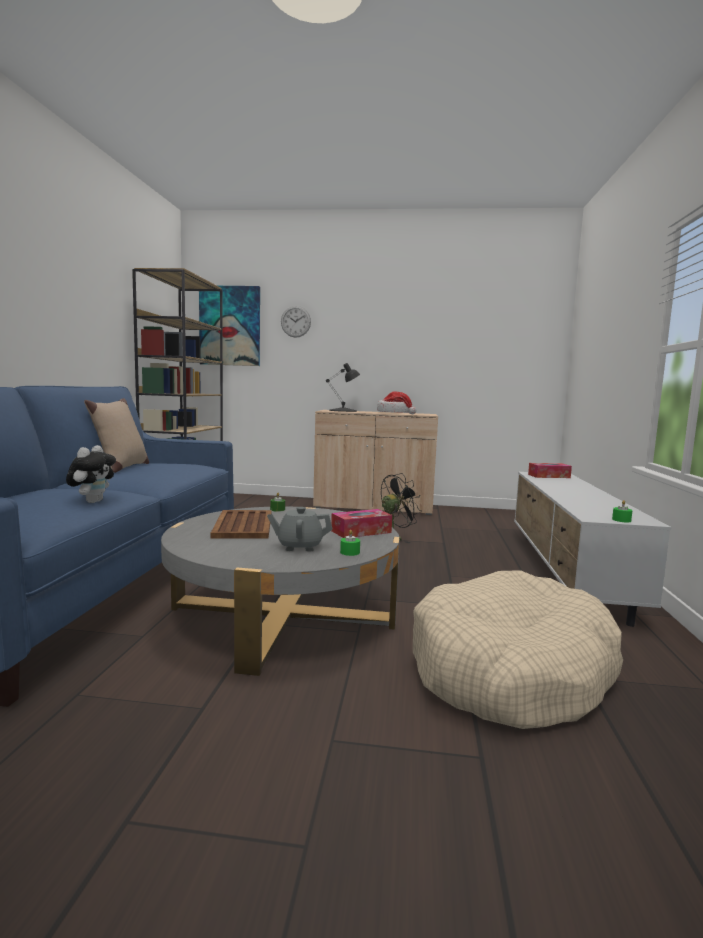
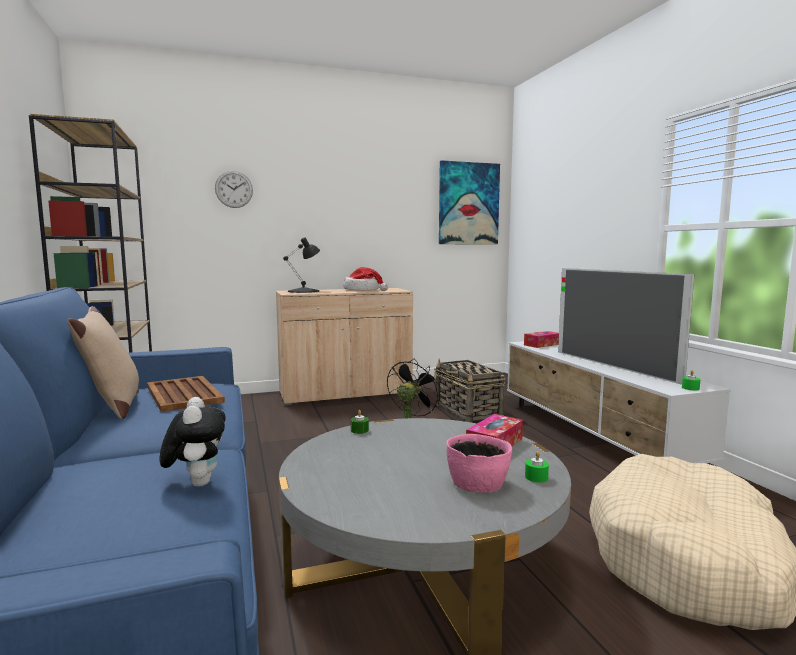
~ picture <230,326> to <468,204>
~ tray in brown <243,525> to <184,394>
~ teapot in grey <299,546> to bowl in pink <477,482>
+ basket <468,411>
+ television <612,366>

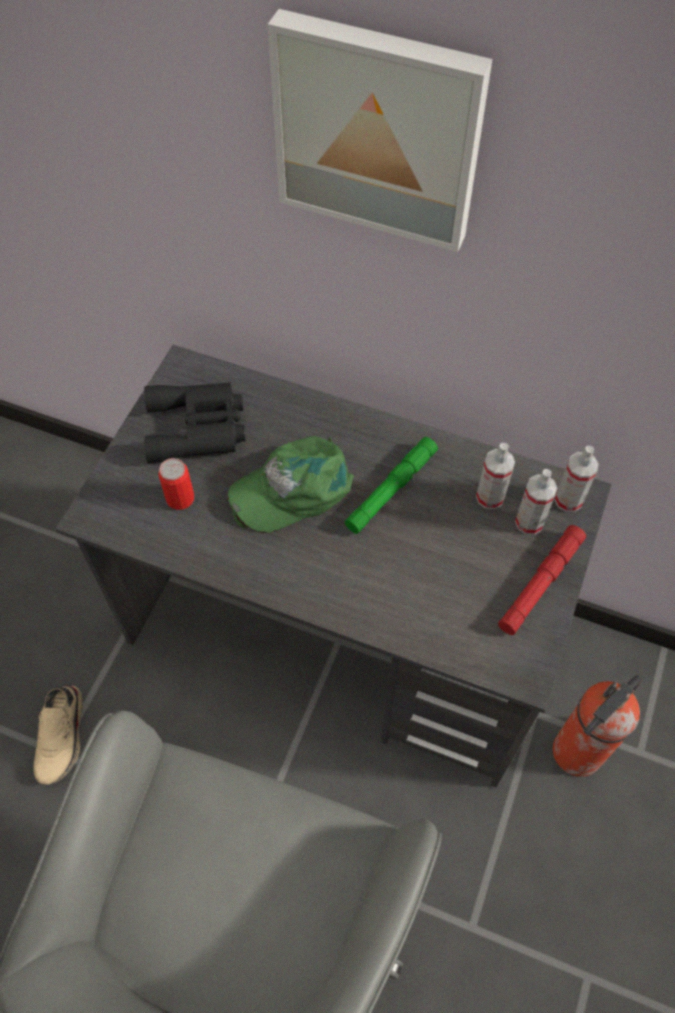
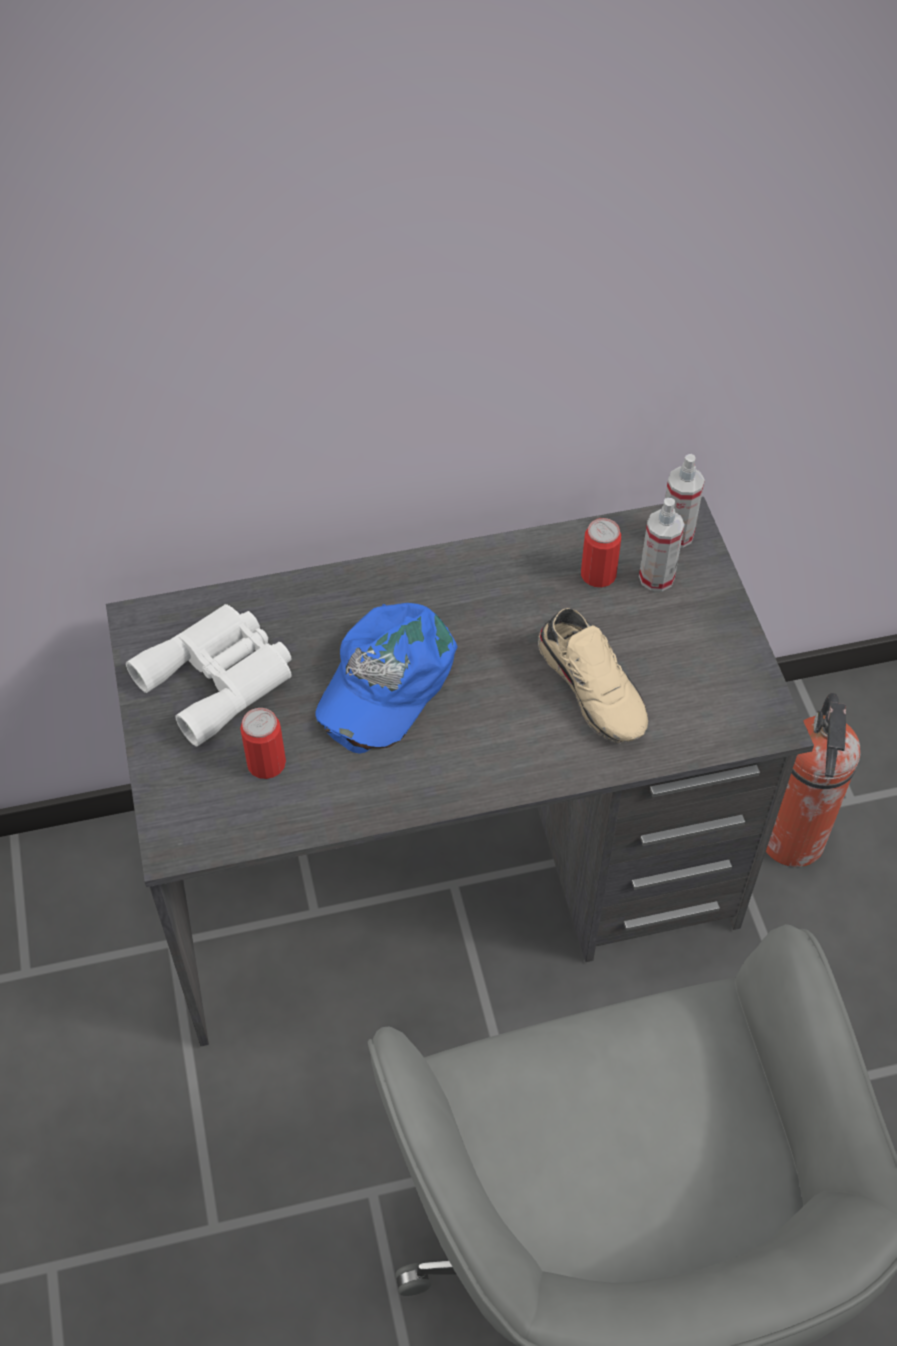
~ shoe in beige <63,737> to <595,688>
~ binoculars in black <199,428> to binoculars in white <220,677>
~ cap in green <293,488> to cap in blue <385,681>
- picture <378,130>
- flashlight in green <391,489>
~ spray bottle <490,497> to can <598,575>
- flashlight in red <540,583>

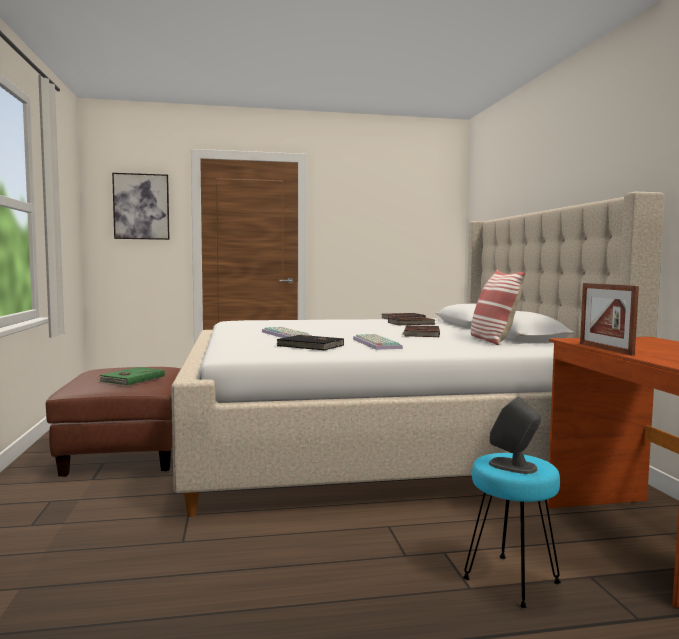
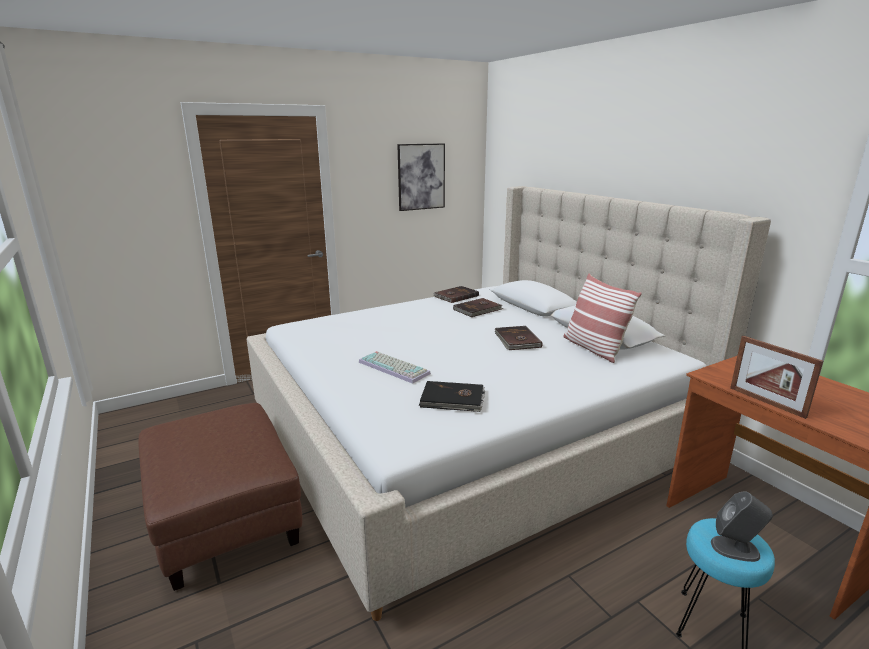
- book in green <131,378>
~ picture <141,206> to <421,177>
- keyboard <374,343>

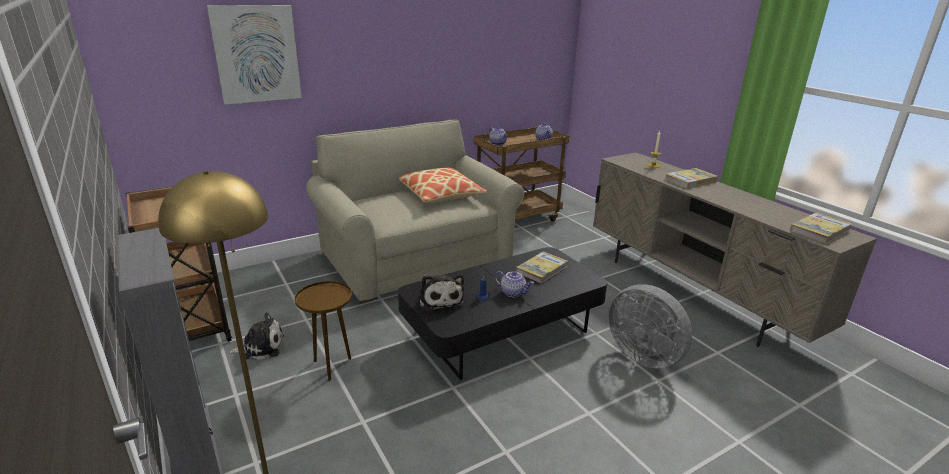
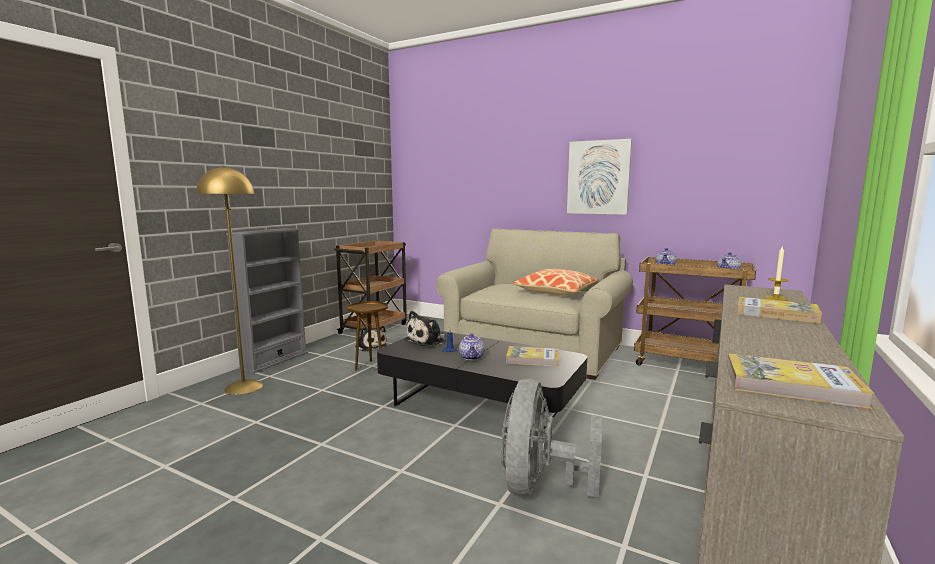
~ picture <256,54> to <598,177>

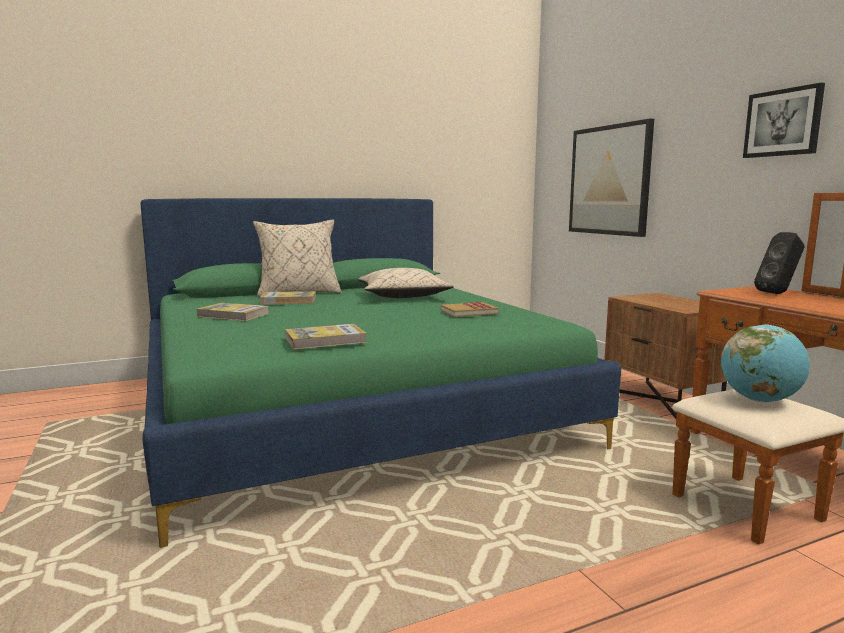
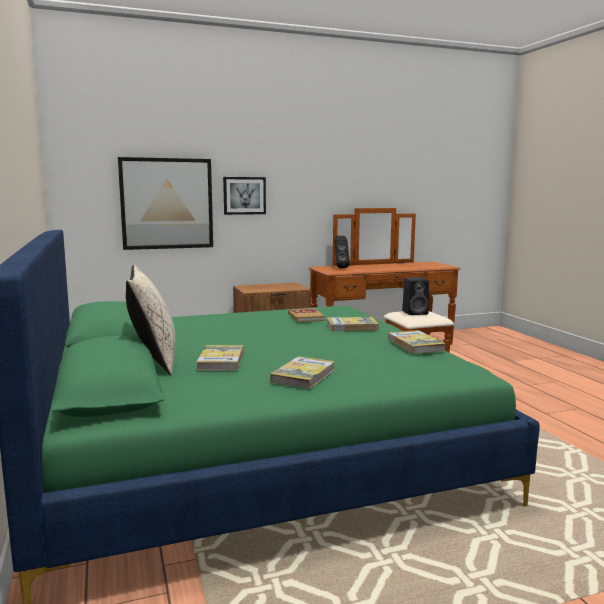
- pillow in beige <403,296>
~ globe <760,400> to speaker in black <415,313>
~ picture <783,123> to <244,195>
+ book <352,327>

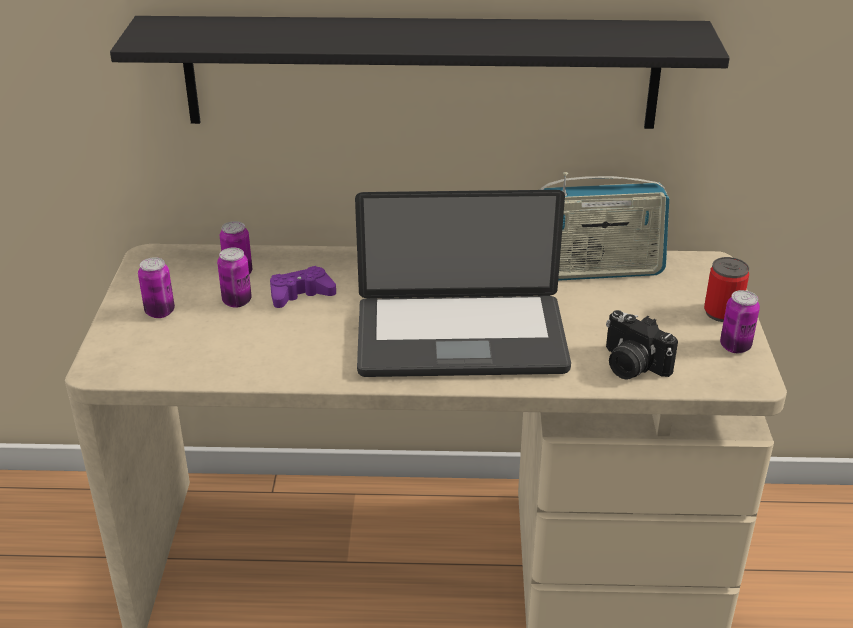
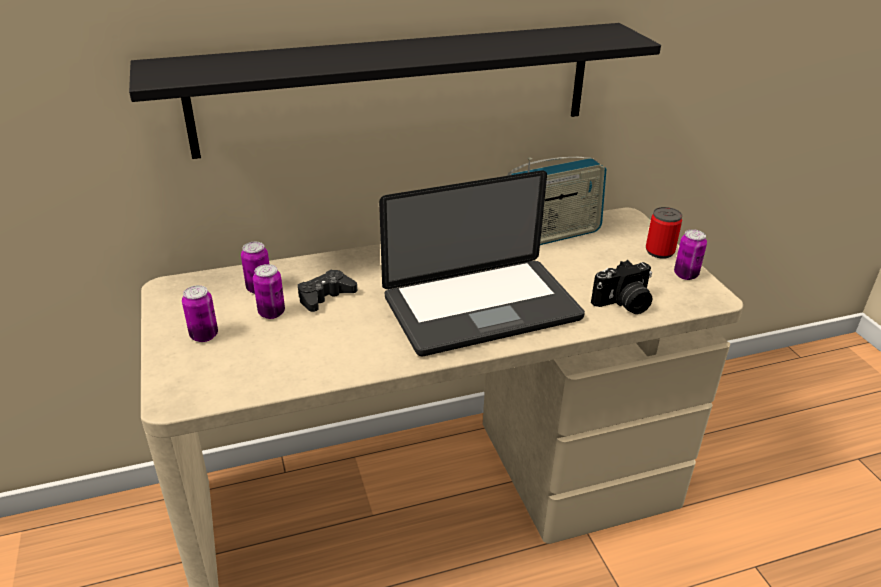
~ game controller in purple <300,294> to game controller in black <325,296>
~ photo camera <631,366> = <624,304> 45 degrees counterclockwise

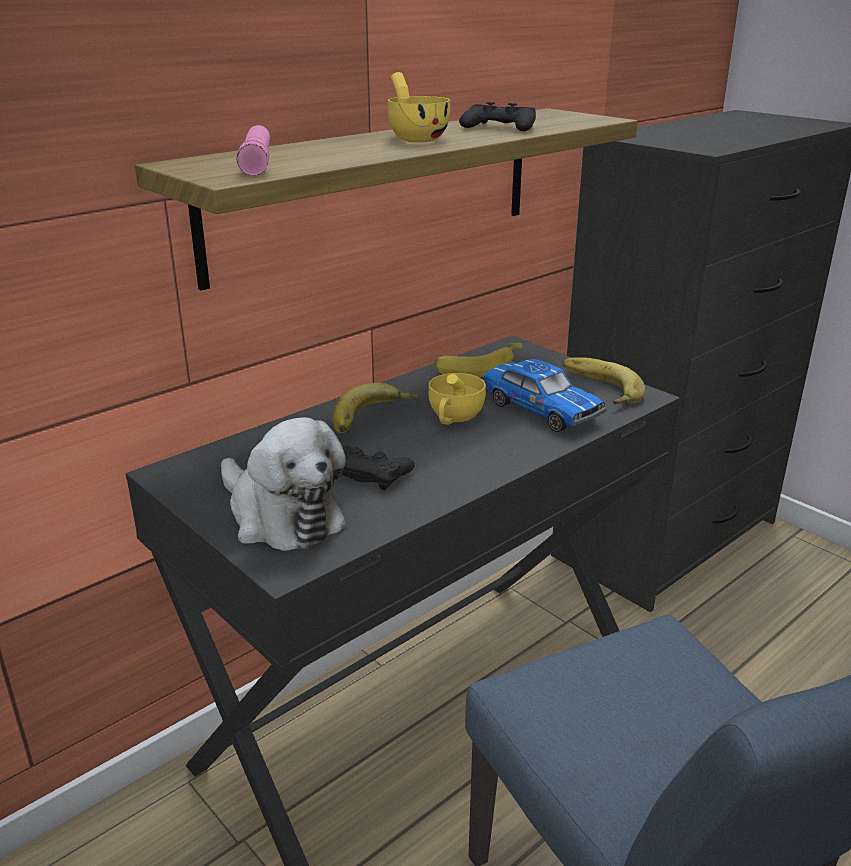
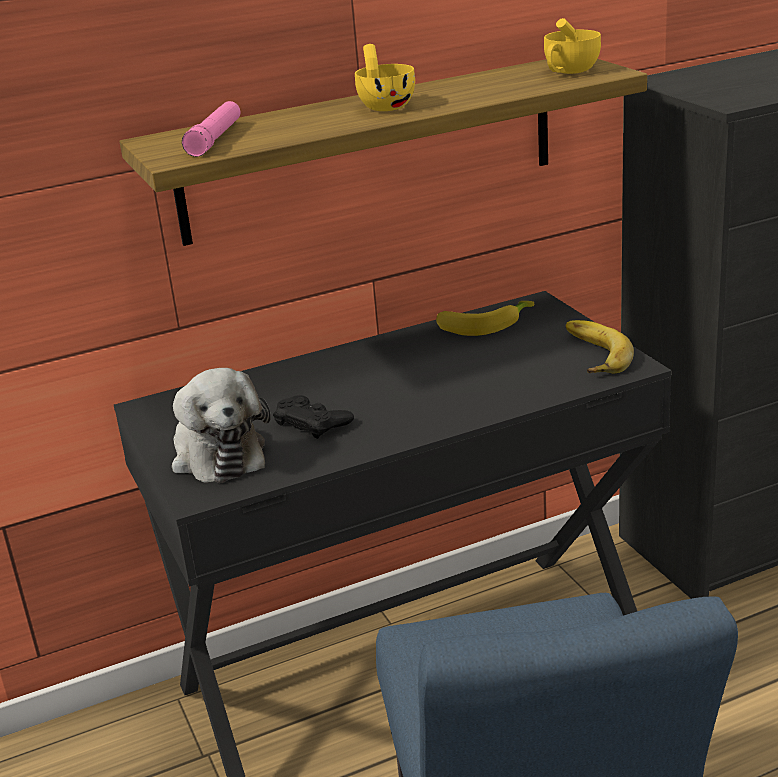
- banana <373,417>
~ cup in yellow <454,418> to <568,72>
- game controller in black <499,128>
- toy car <540,409>

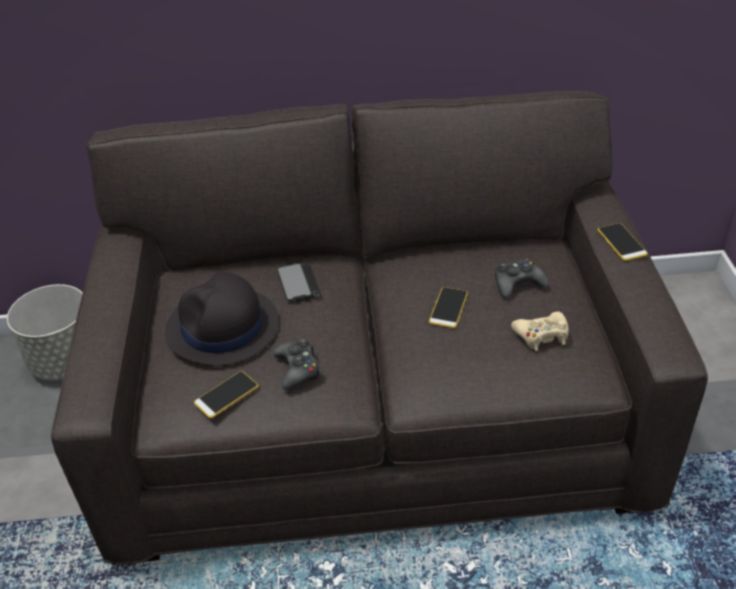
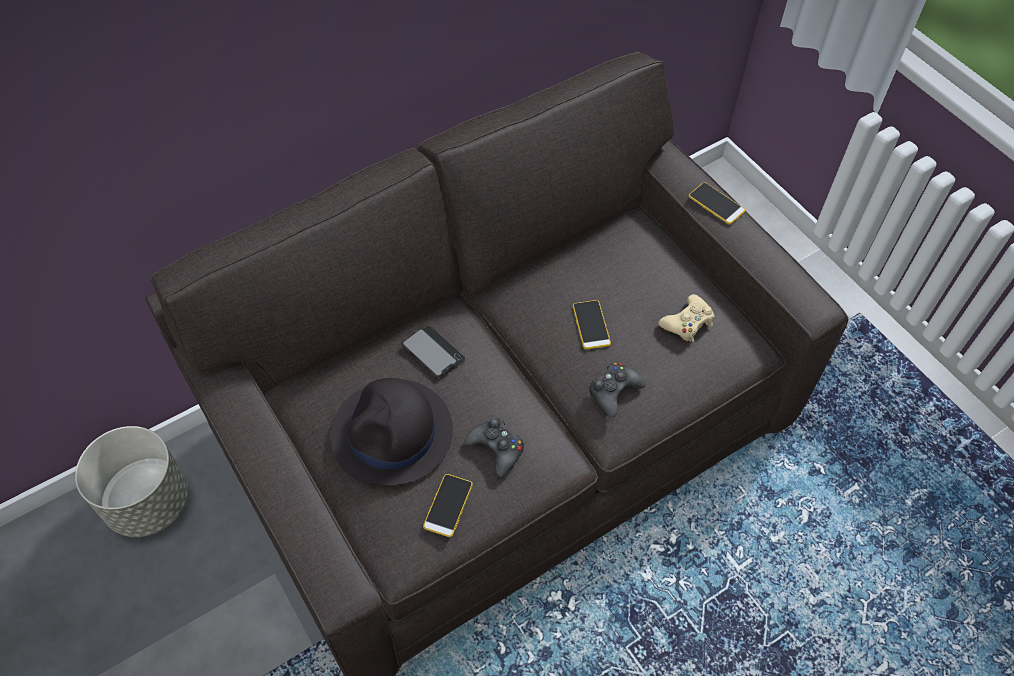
~ game controller in black <518,284> to <614,391>

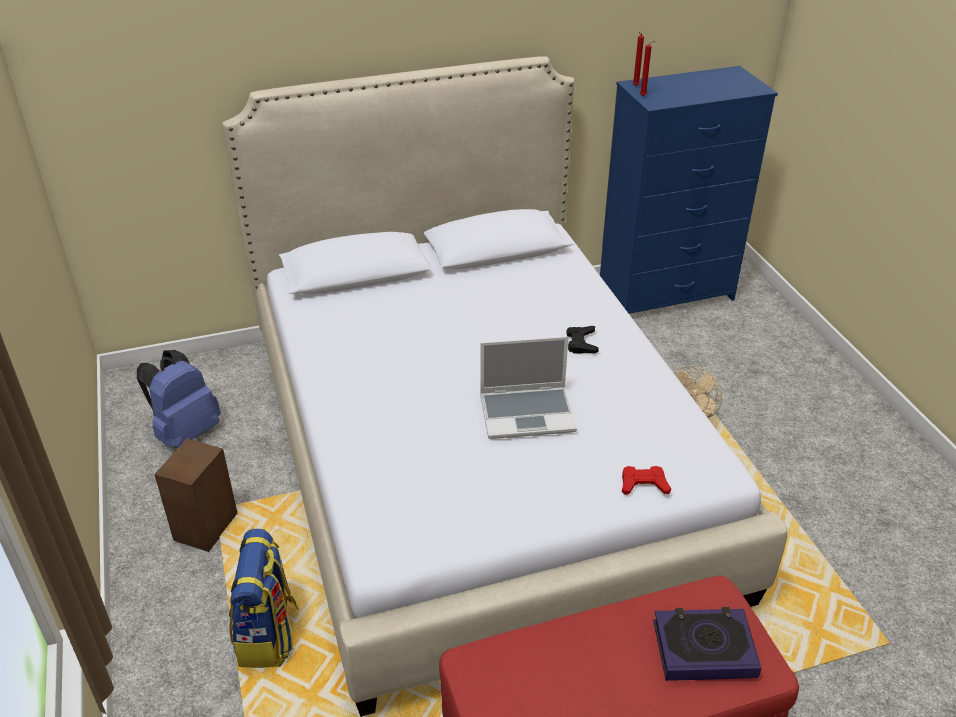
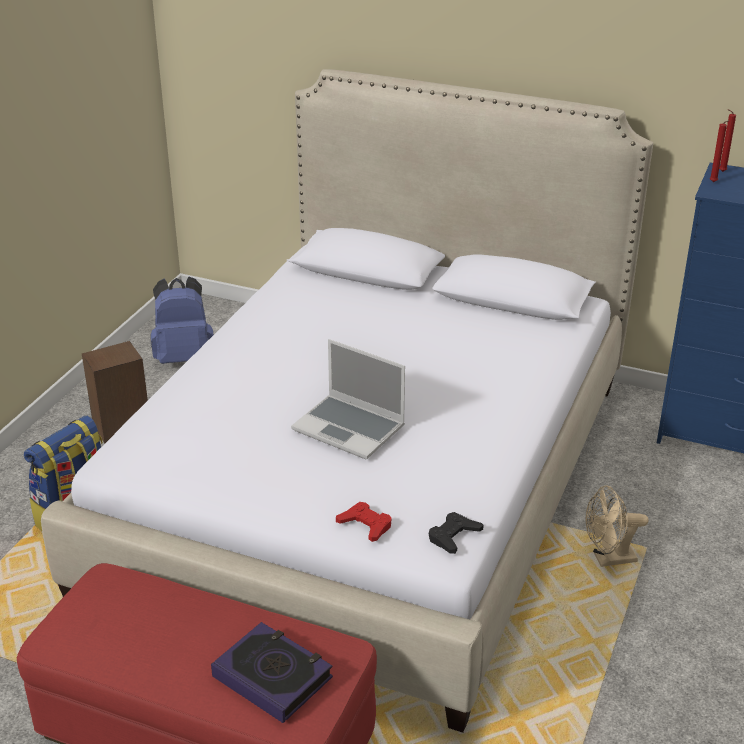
~ game controller in black <581,343> to <453,536>

